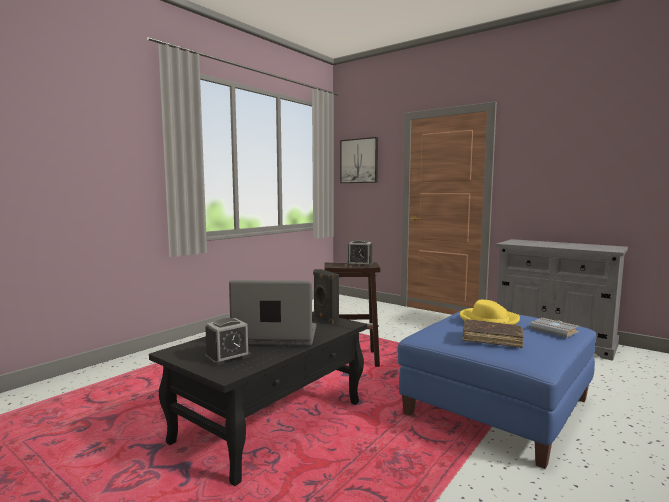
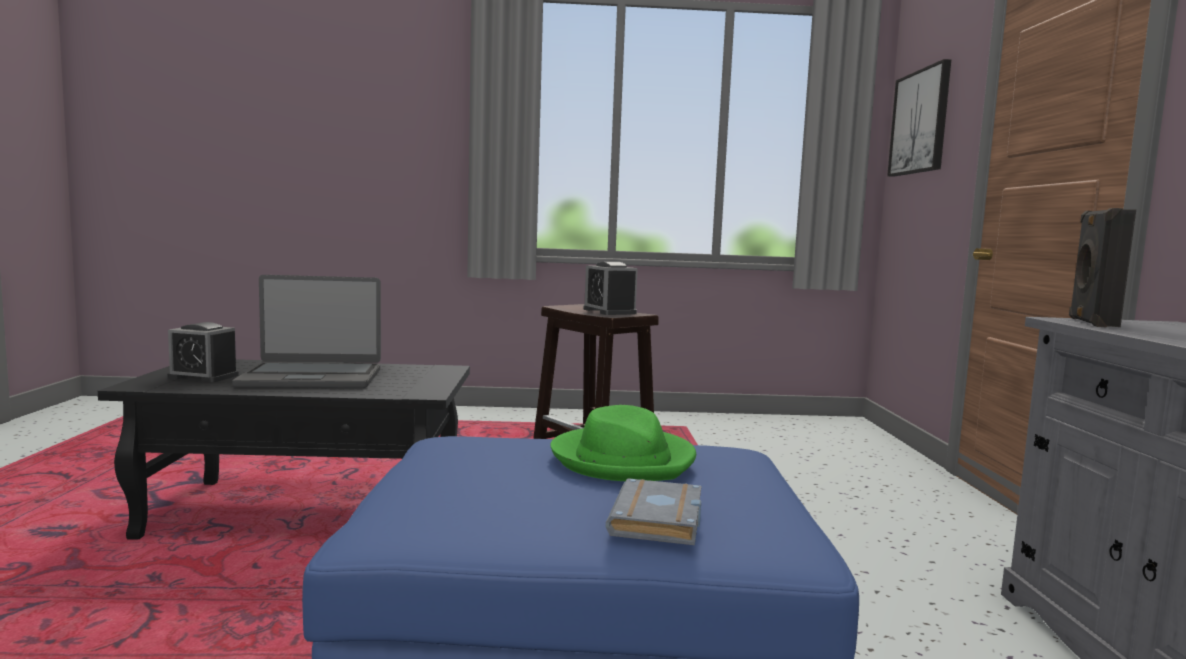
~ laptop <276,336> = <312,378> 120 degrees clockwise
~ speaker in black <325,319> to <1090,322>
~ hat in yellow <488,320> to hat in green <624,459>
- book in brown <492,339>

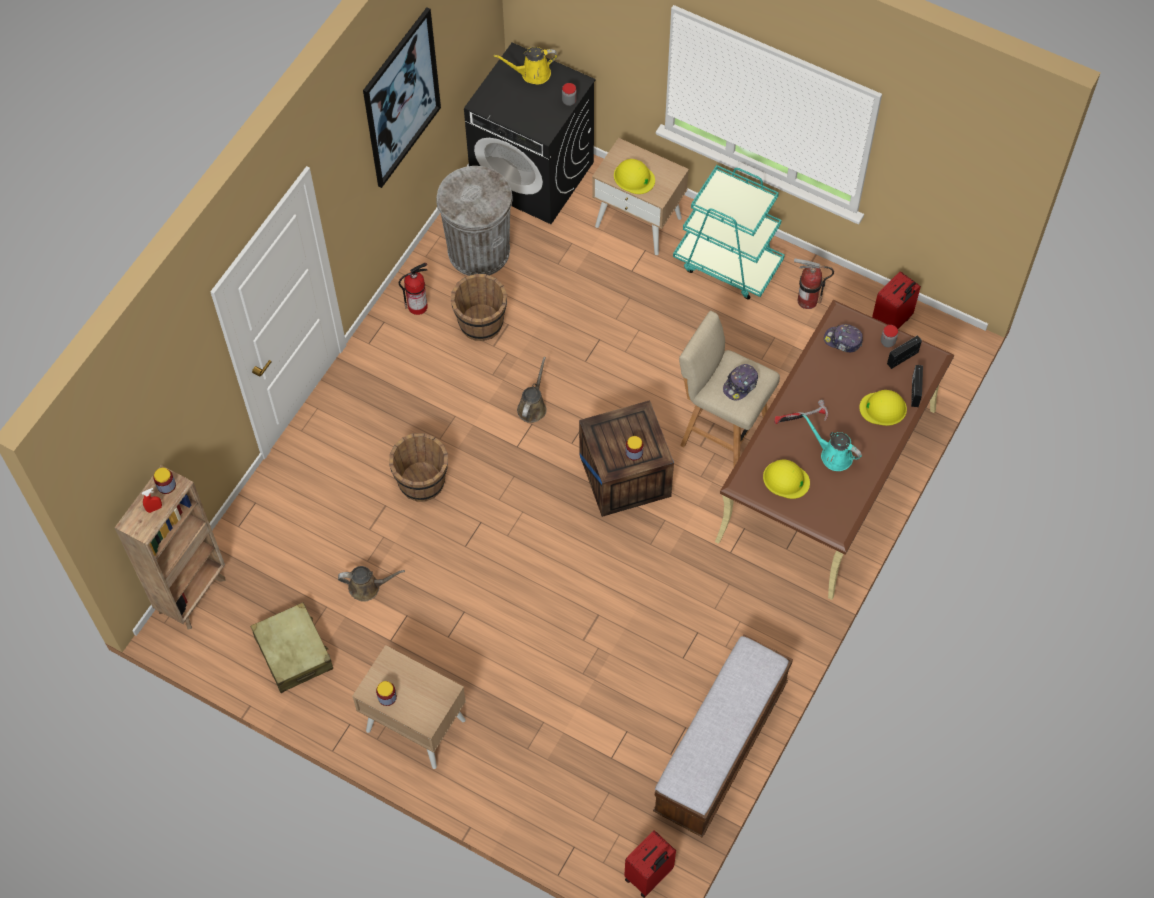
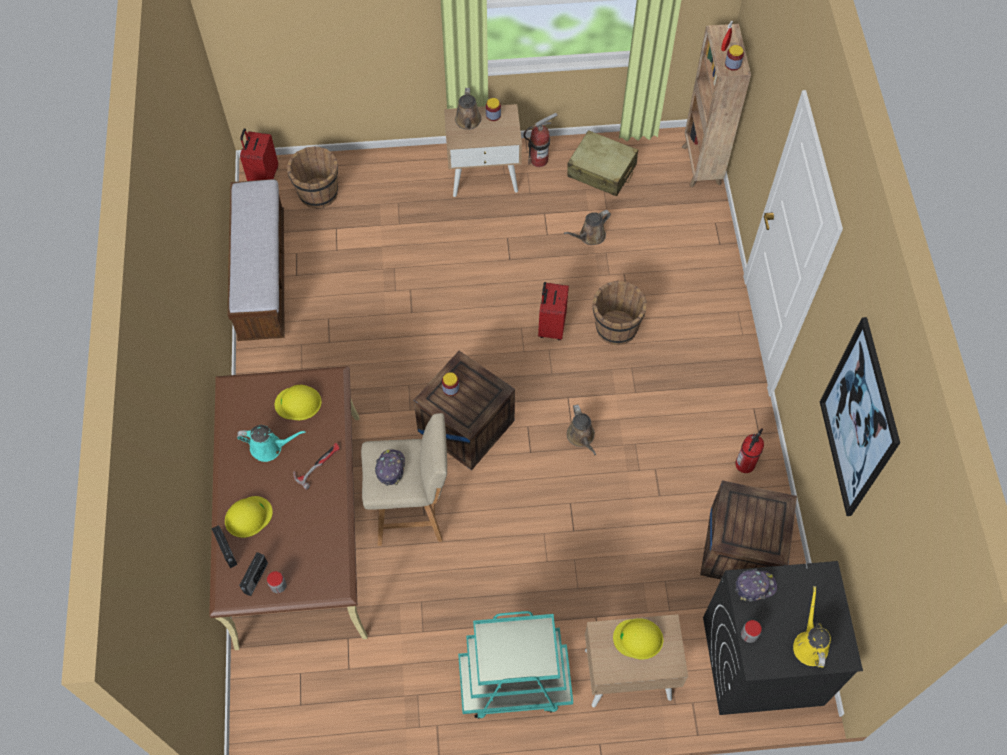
~ trash can in grey <479,251> to crate <741,549>
~ bucket in brown <481,323> to <318,193>
~ watering can in yellow <532,74> = <809,644> 45 degrees counterclockwise
~ fire extinguisher <807,300> to <539,160>
~ cap <843,341> to <754,586>
~ suitcase in red <891,322> to <551,326>
+ watering can in brown <468,122>

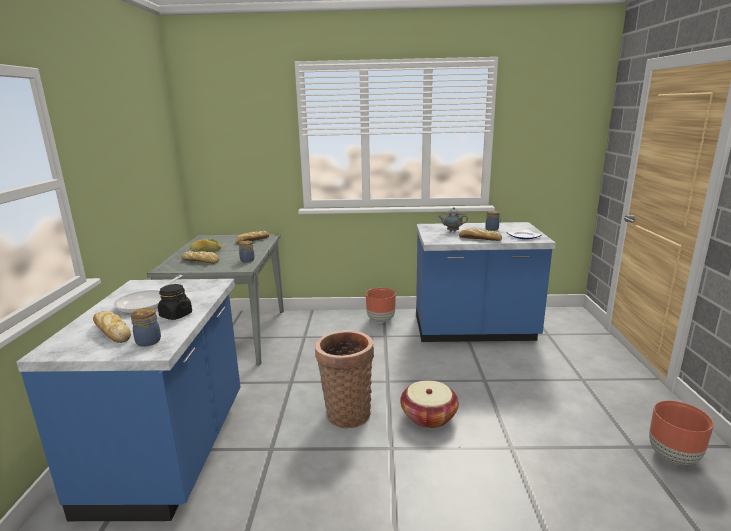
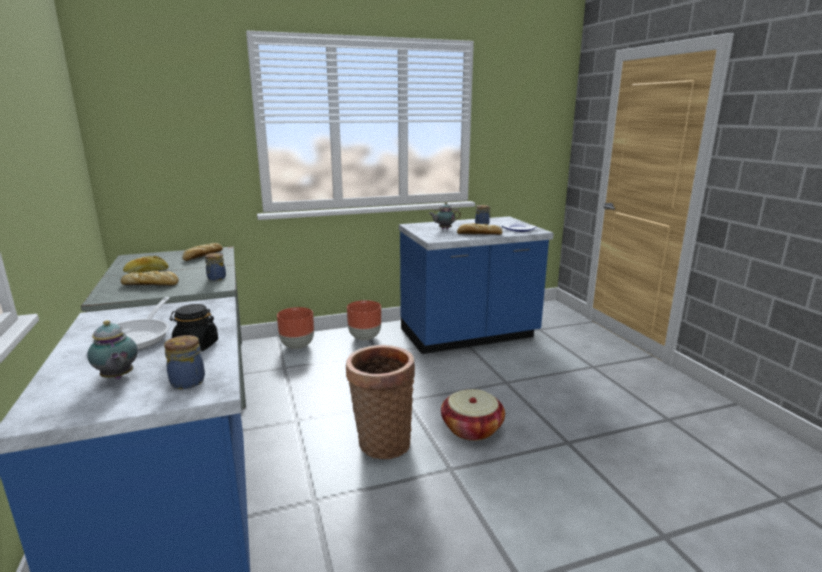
~ bread <112,331> to teapot <117,377>
~ planter in brown <673,456> to <297,346>

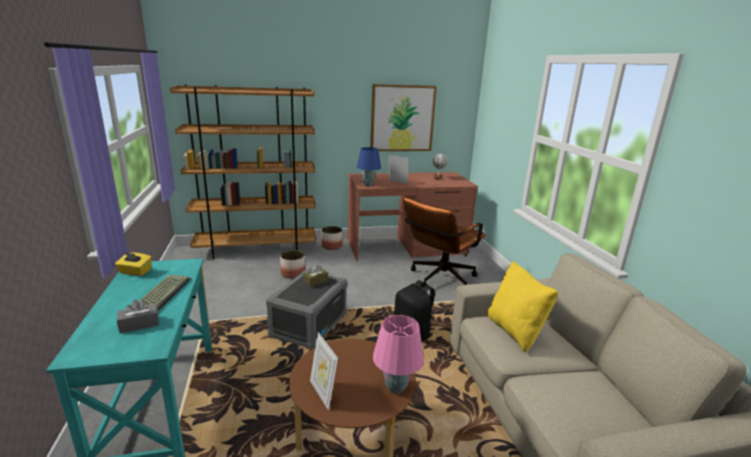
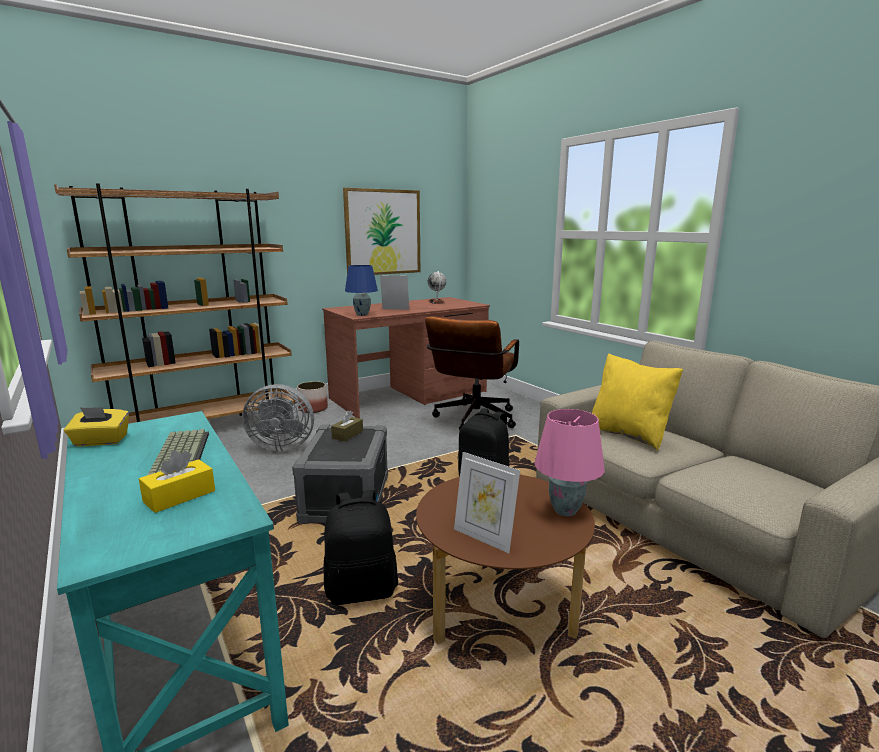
~ tissue box in grey <139,324> to tissue box in yellow <179,496>
~ planter <293,273> to fan in grey <281,446>
+ backpack in black <362,589>

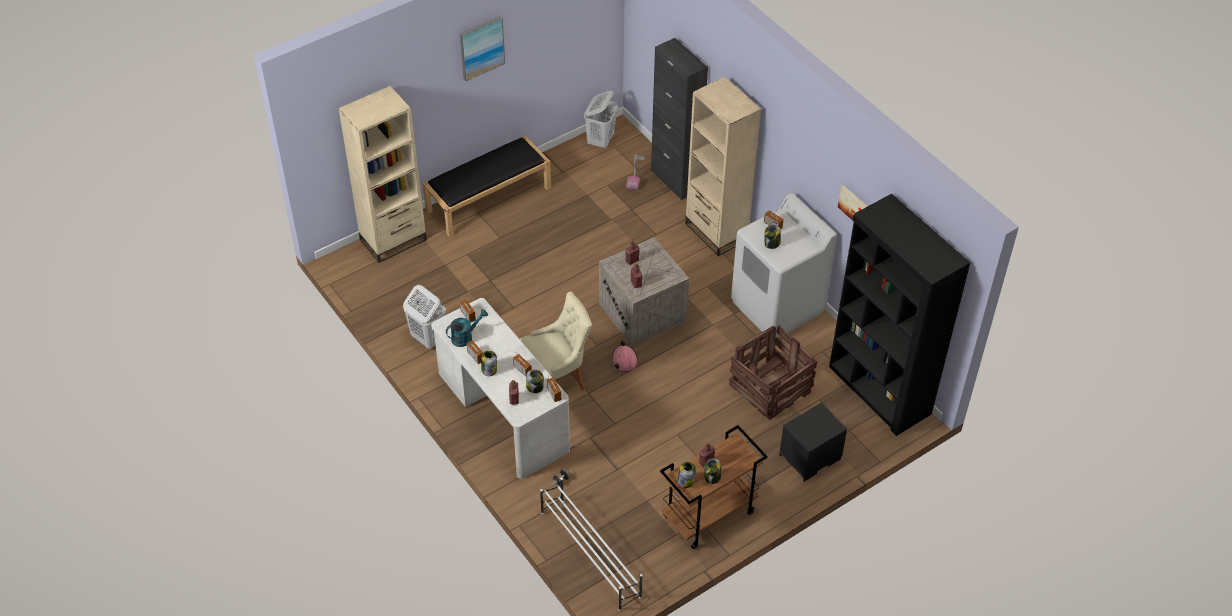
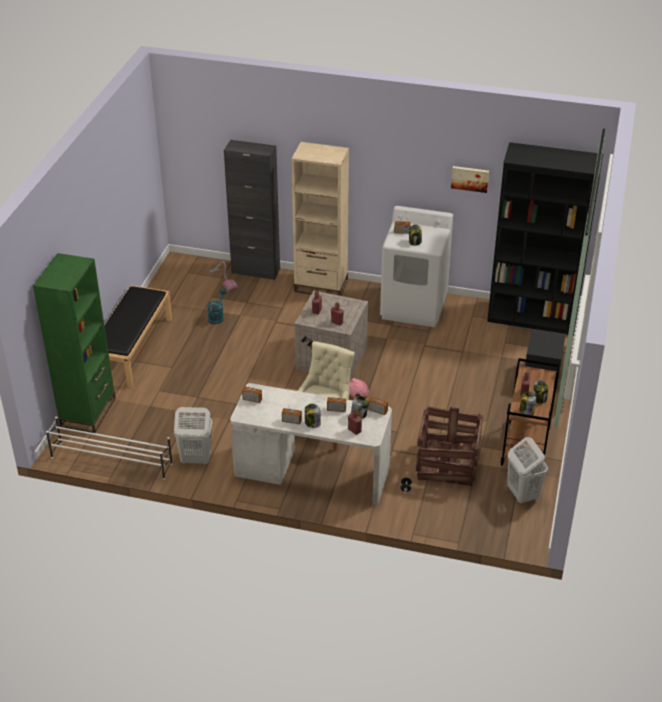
~ bookcase in beige <393,240> to bookcase in green <88,412>
~ watering can in turquoise <465,337> to <217,317>
- picture <481,47>
~ shoe rack in white <590,553> to <111,460>
~ laundry basket in white <601,140> to <522,494>
~ crate <771,387> to <447,463>

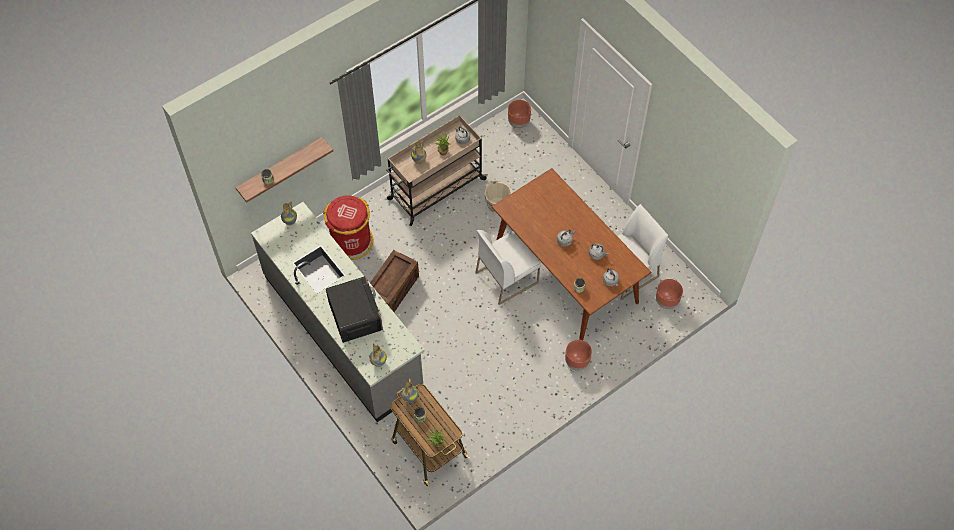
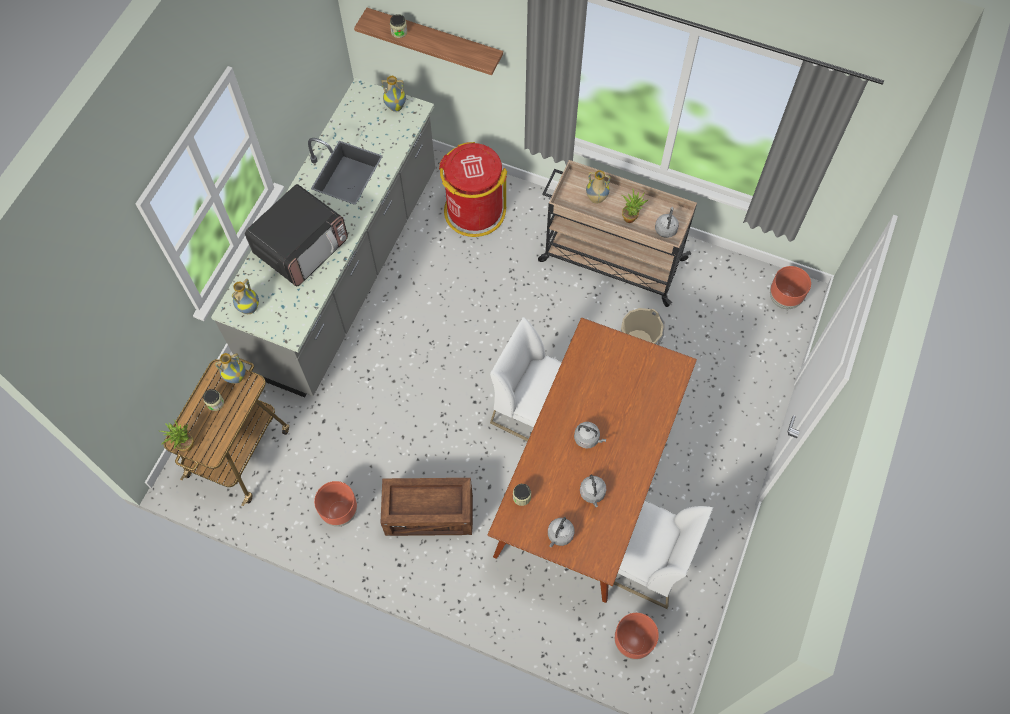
~ crate <392,291> to <429,514>
~ planter in brown <576,362> to <339,511>

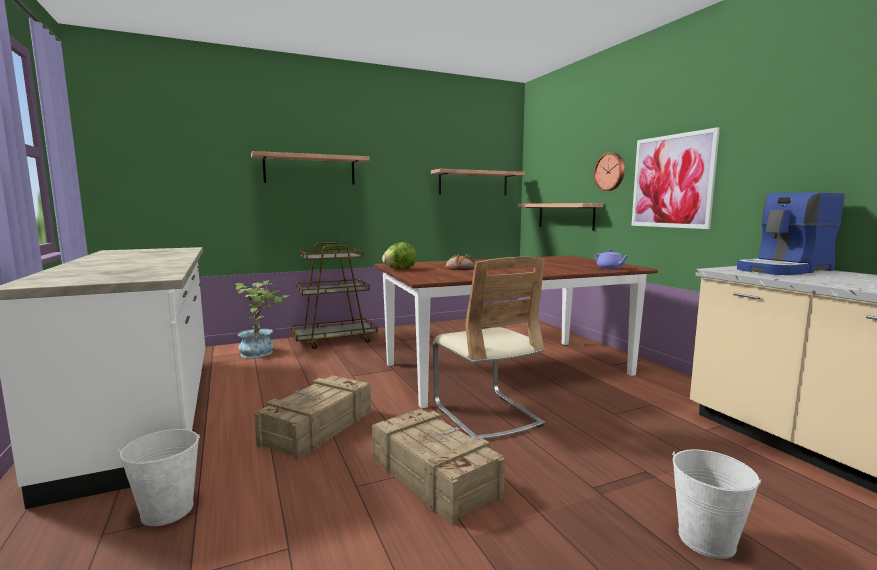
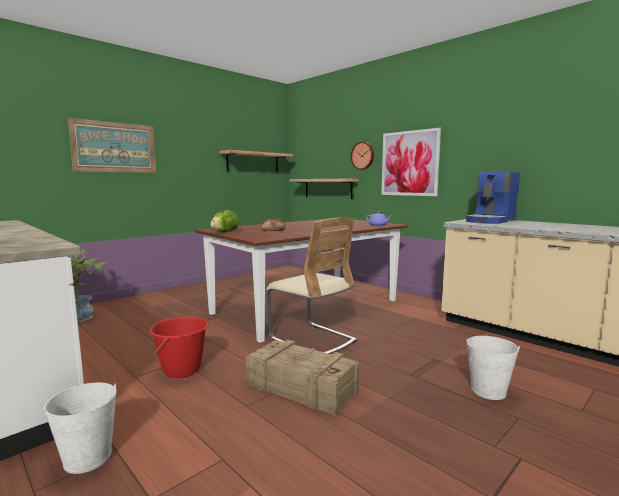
~ shelf <310,170> to picture <115,147>
~ crate <317,428> to bucket in red <182,370>
- cart in brown <334,340>

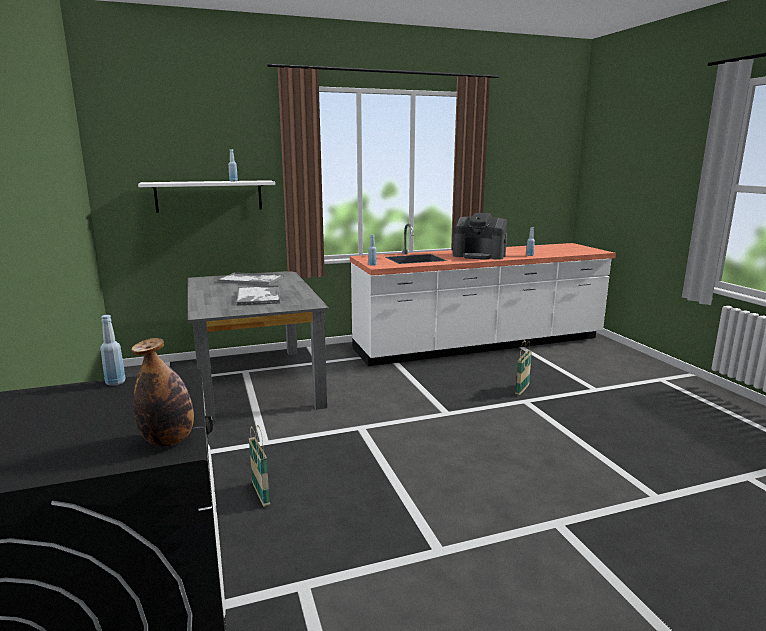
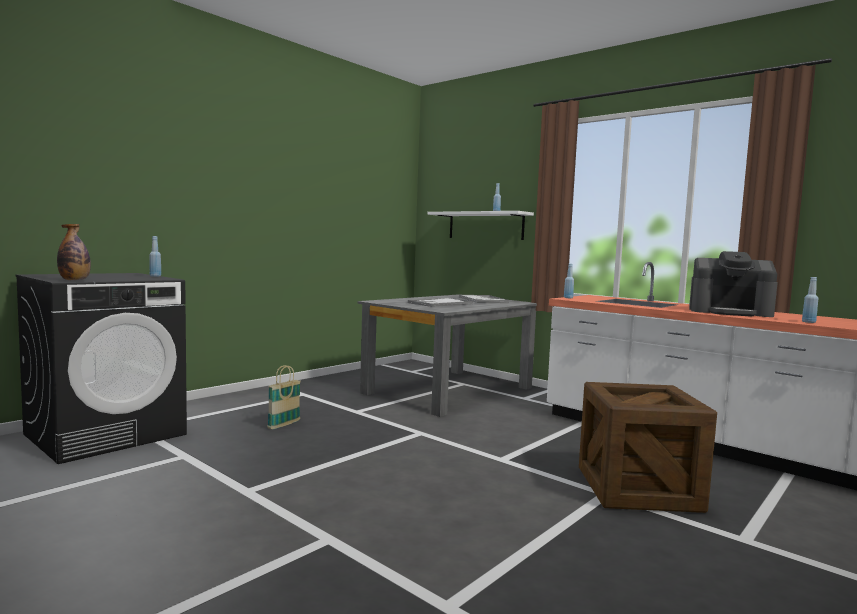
~ coffee machine <479,255> = <730,312> 60 degrees counterclockwise
~ basket <522,390> to crate <637,489>

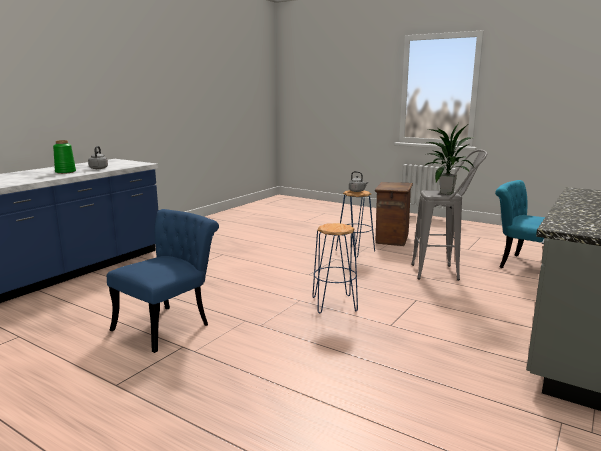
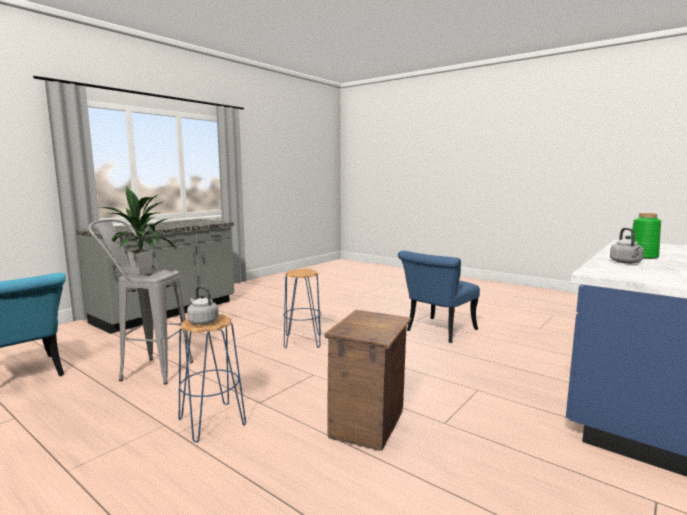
~ crate <391,239> to <368,424>

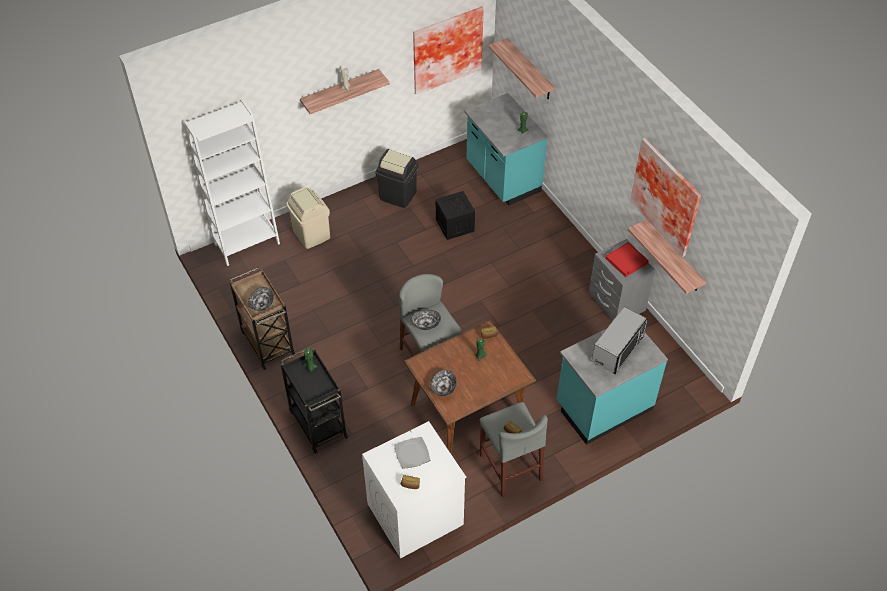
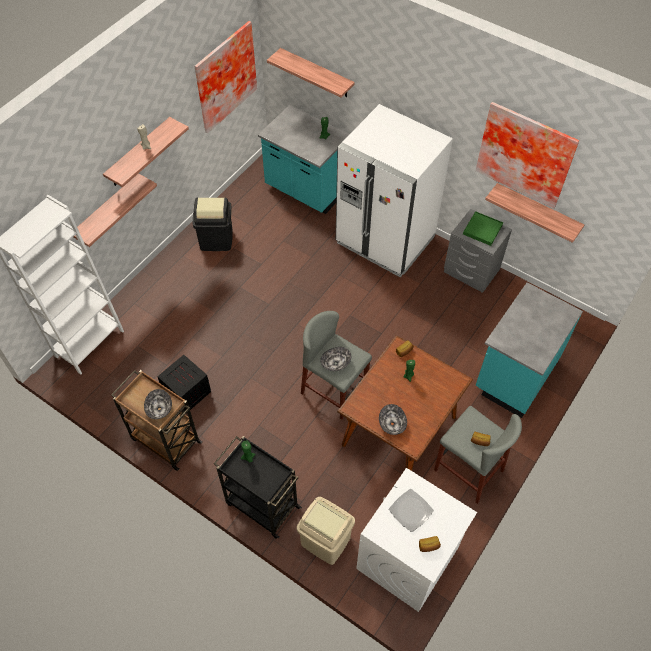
~ trash can in beige <311,234> to <325,541>
~ crate <454,225> to <186,392>
- microwave <618,349>
~ tray in red <626,261> to tray in green <482,229>
+ shelf <107,210>
+ fridge in white <385,240>

